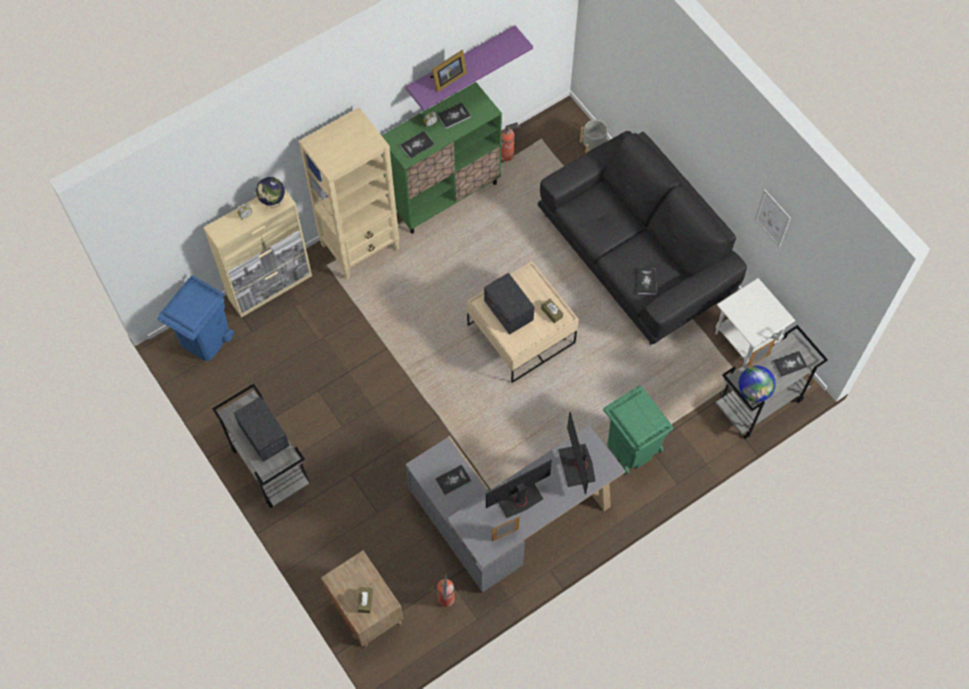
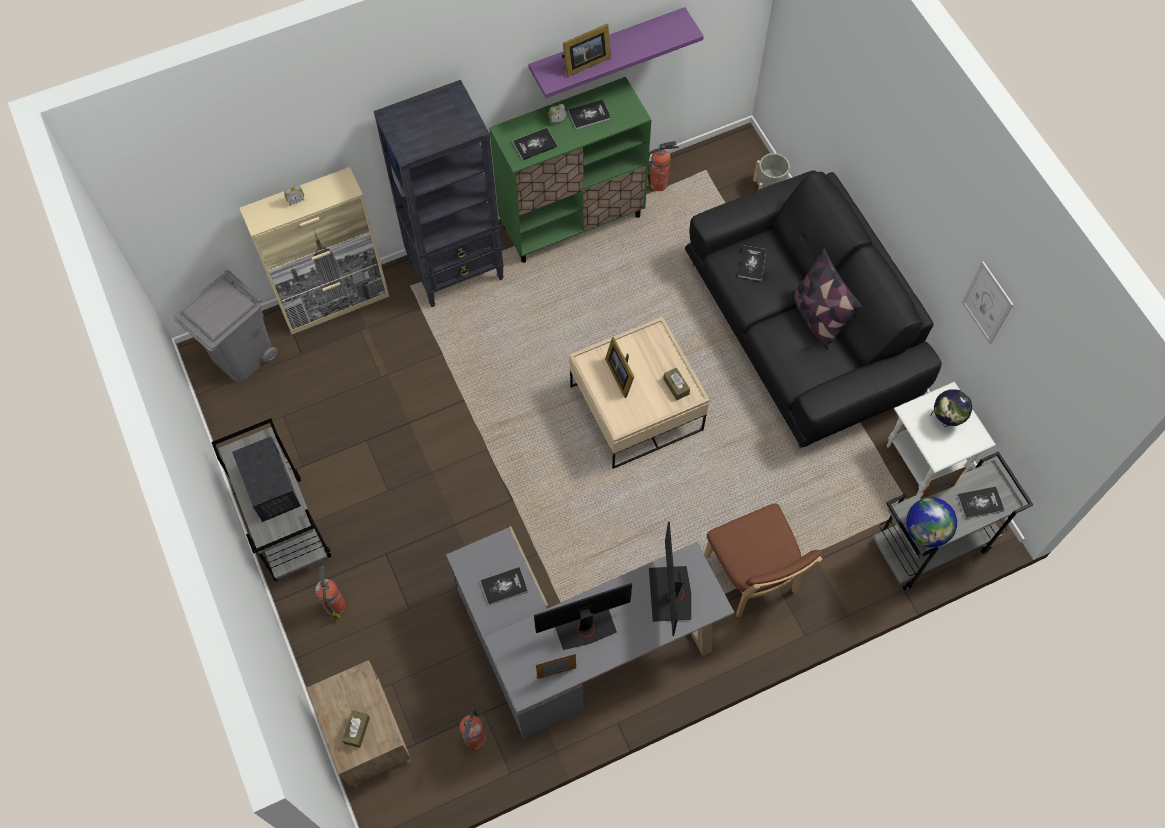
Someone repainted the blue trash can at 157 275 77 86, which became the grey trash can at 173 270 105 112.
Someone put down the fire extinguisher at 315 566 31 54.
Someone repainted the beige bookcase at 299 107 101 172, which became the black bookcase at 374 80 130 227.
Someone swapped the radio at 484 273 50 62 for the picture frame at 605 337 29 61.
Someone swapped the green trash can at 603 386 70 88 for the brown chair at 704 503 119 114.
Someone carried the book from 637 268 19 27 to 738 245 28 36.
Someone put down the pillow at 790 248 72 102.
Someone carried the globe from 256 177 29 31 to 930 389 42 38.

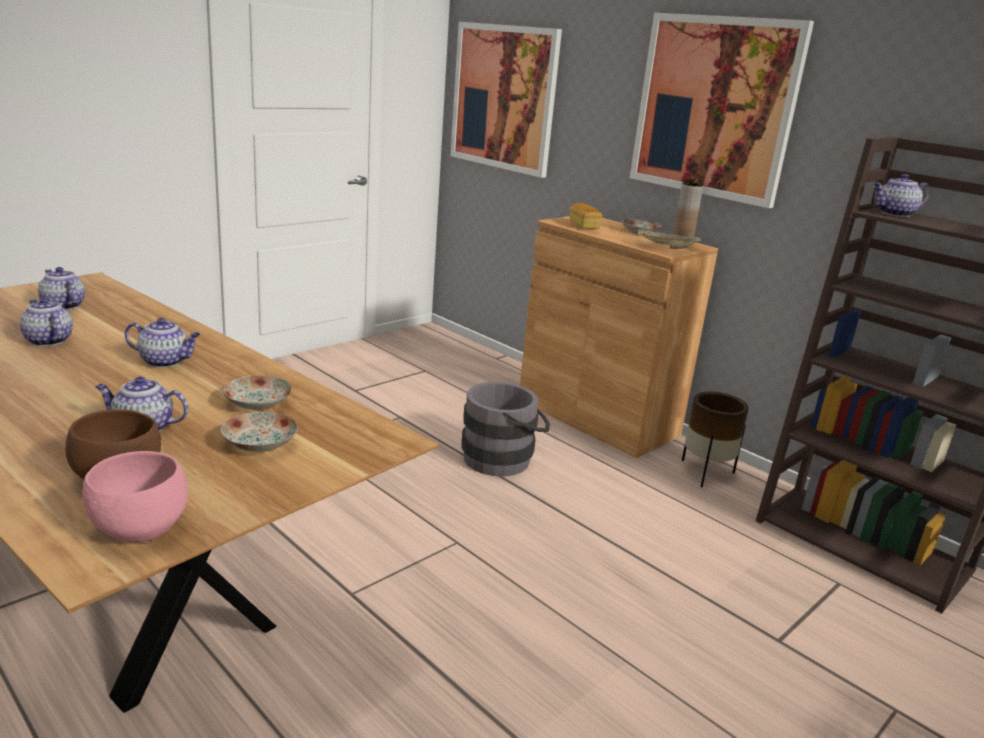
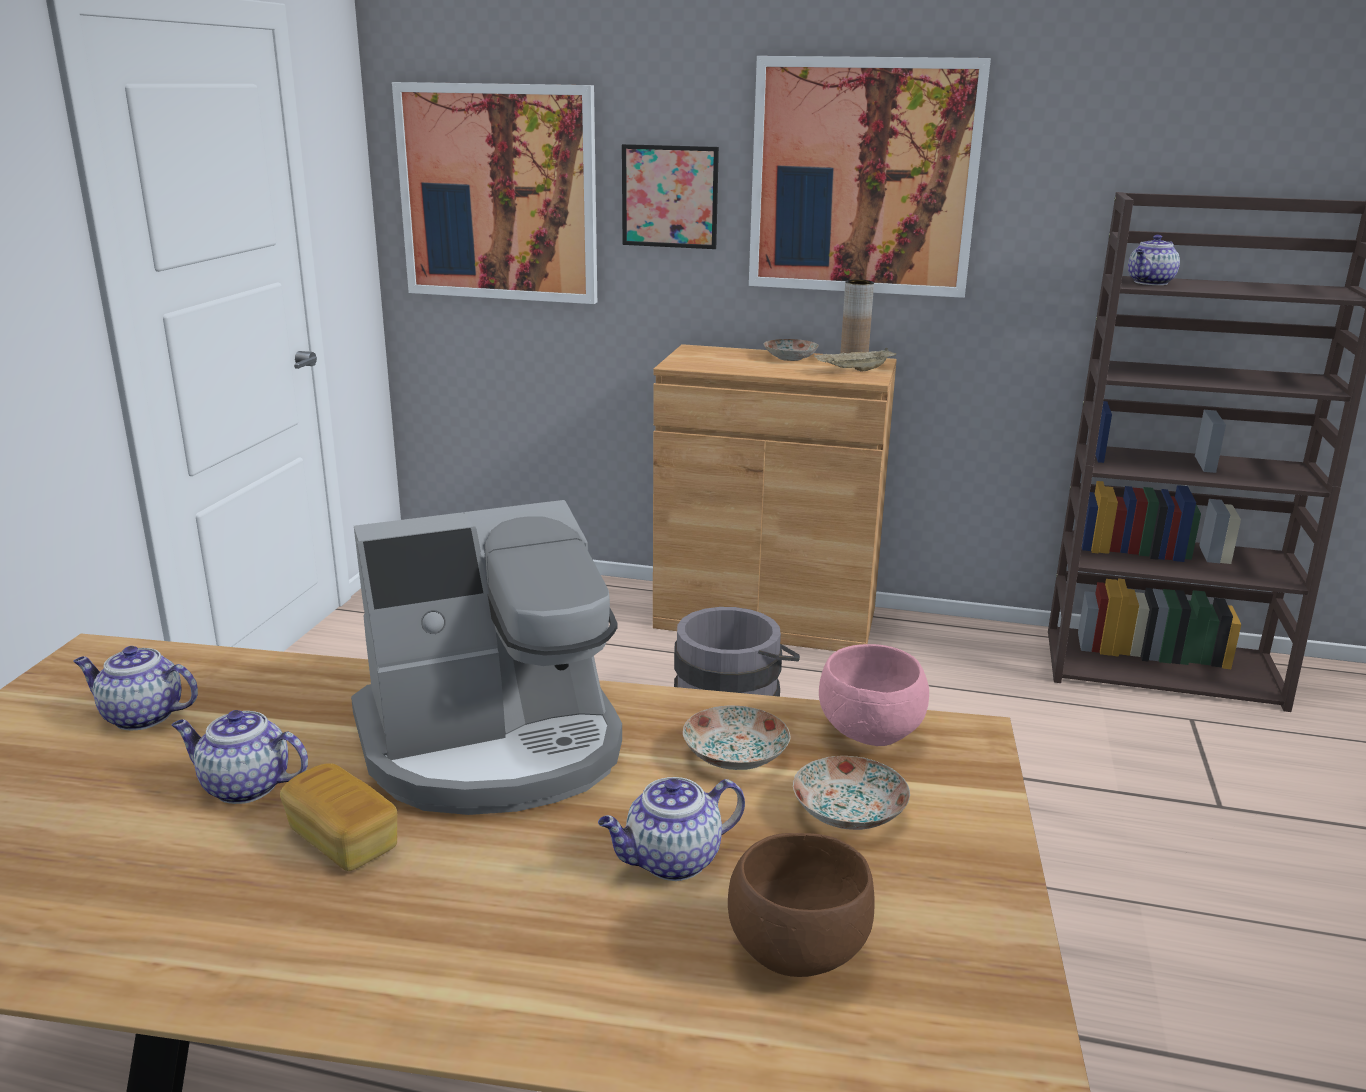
Someone carried the bread from 570 203 32 26 to 280 763 117 108.
Someone swapped the teapot at 125 318 75 50 for the coffee machine at 351 500 271 315.
Someone put up the picture at 622 144 97 105.
Someone carried the pink bowl from 83 451 105 91 to 819 644 110 102.
Someone took away the brown planter at 682 391 67 96.

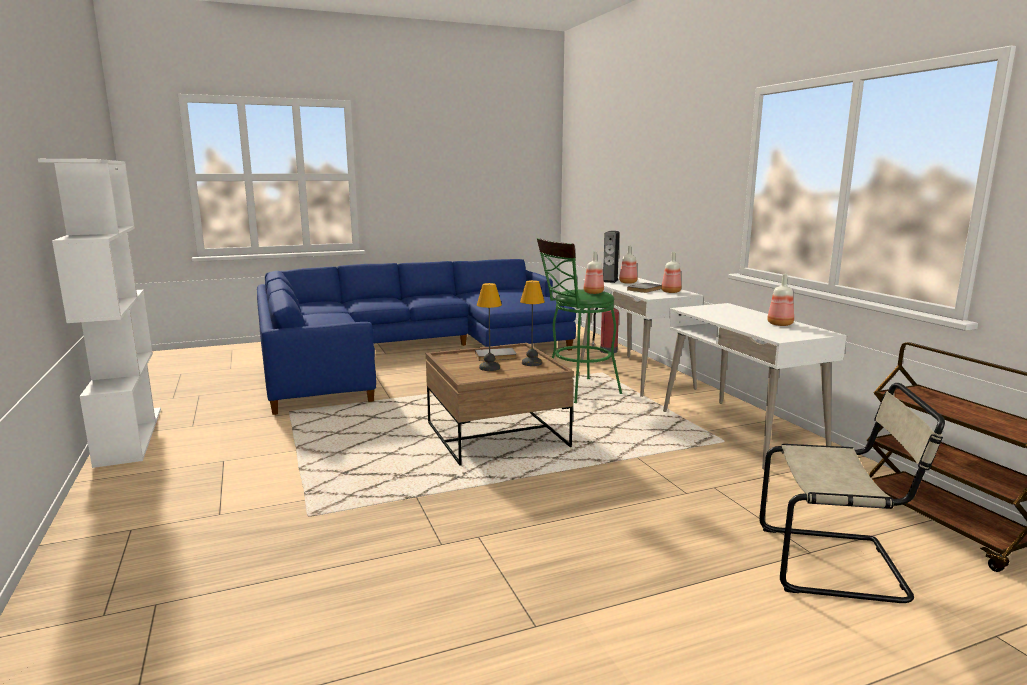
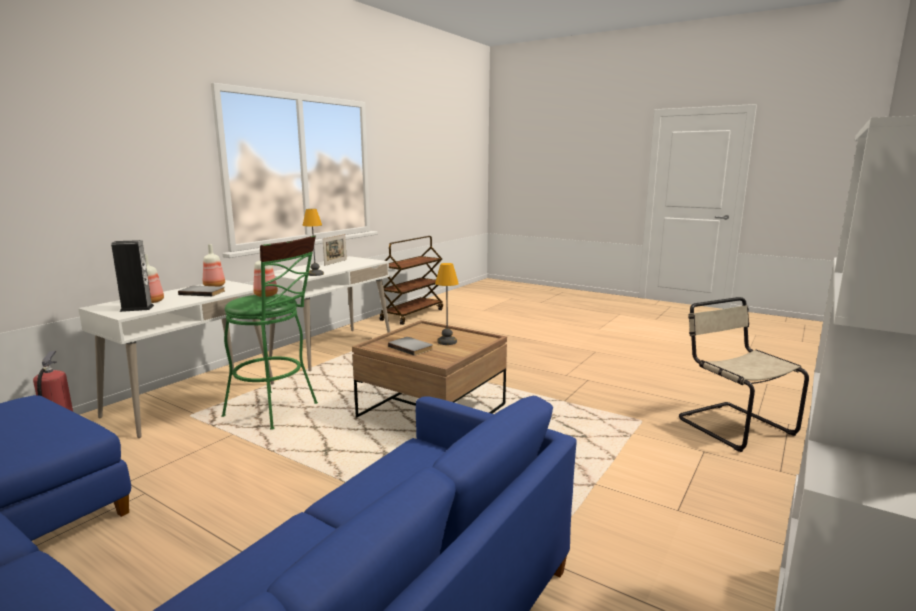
Someone carried the table lamp from 520 280 25 86 to 302 209 22 67.
Someone swapped the bottle at 767 274 27 52 for the picture frame at 323 234 24 32.
Someone carried the beige chair from 759 383 186 220 to 679 297 130 155.

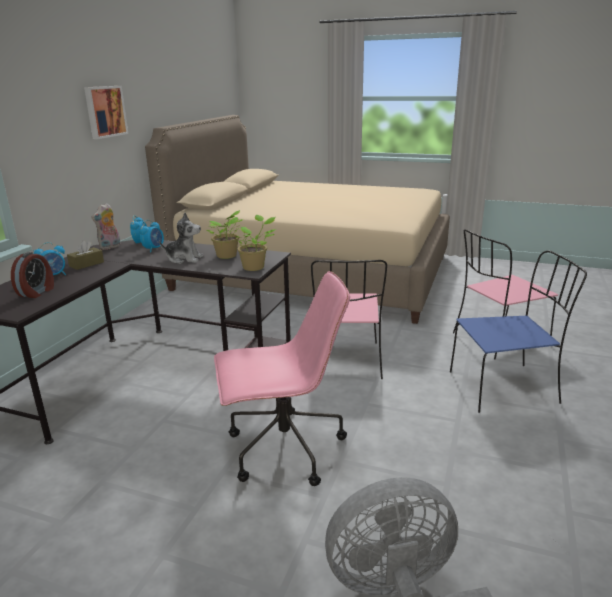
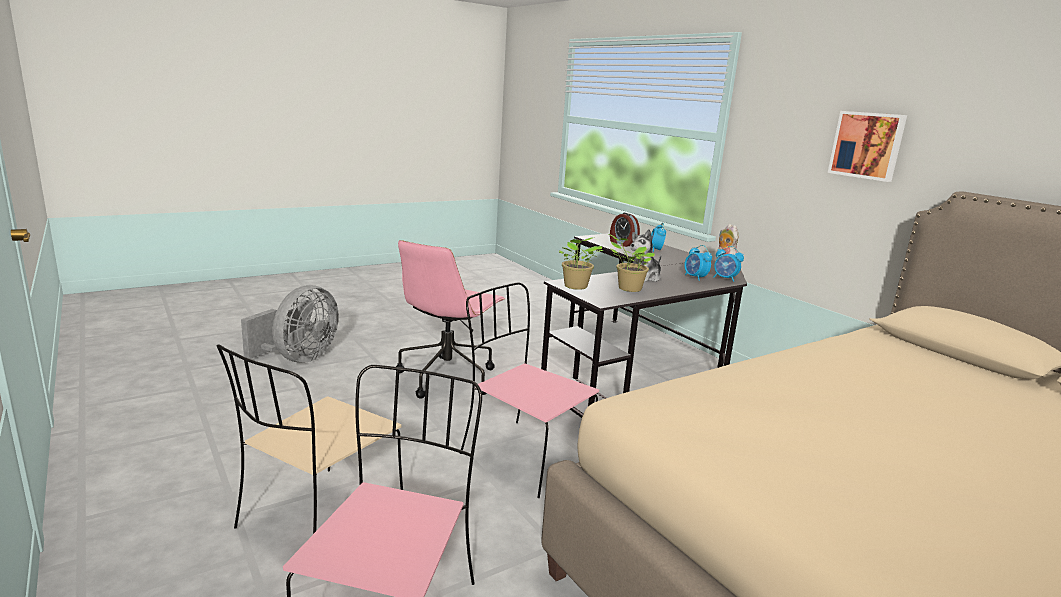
Someone repainted the blue chair at 450 250 137 163, which became the beige chair at 217 344 186 190.
Someone took away the brown tissue box at 67 240 37 30.

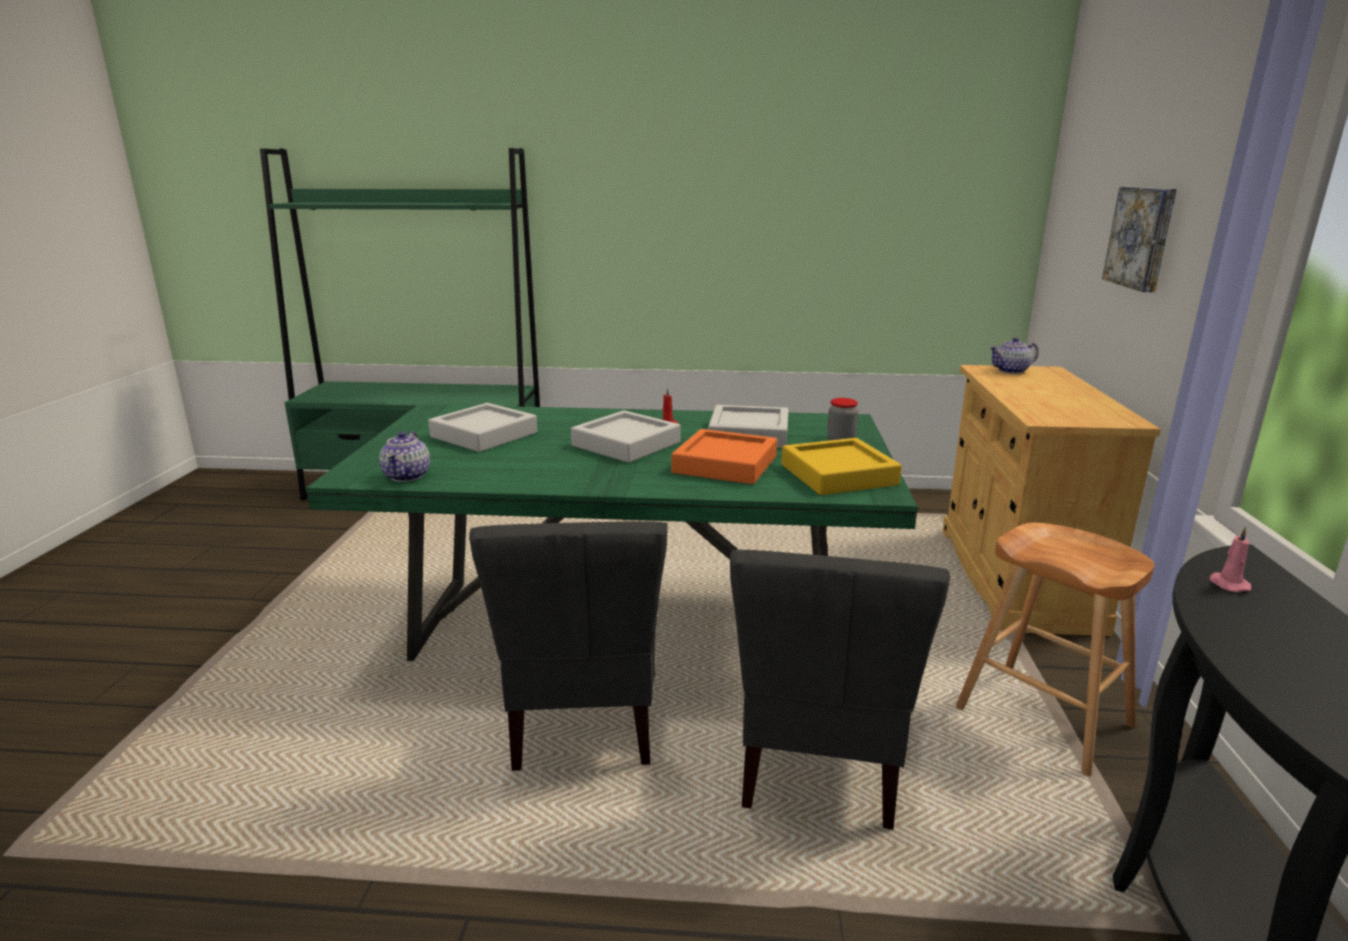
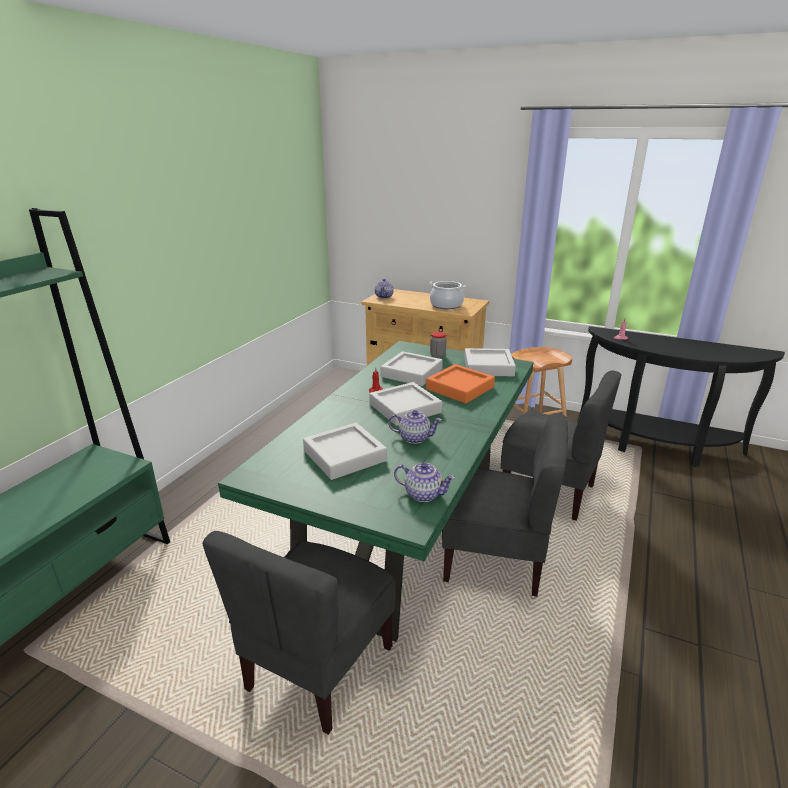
Someone put down the grey chair at 202 531 194 204.
Someone put down the teapot at 388 410 54 34.
Someone put down the cooking pot at 430 281 36 28.
Someone repainted the yellow tray at 781 438 121 57, which became the grey tray at 464 348 52 28.
Someone took away the picture at 1102 186 75 106.

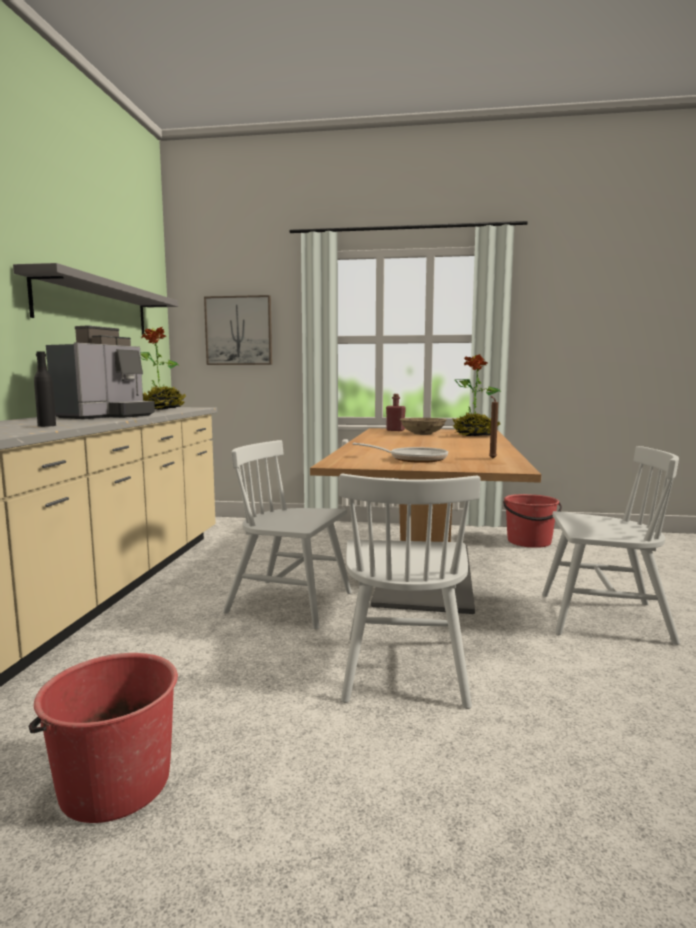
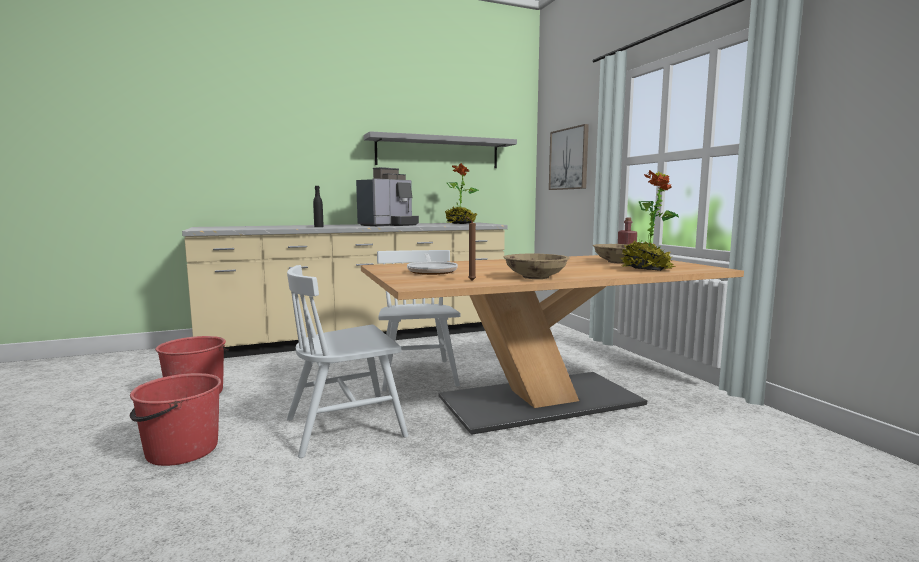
Someone carried the red bucket from 503 494 59 54 to 130 373 91 93.
Someone rotated the coffee machine at 46 326 109 93 by 45 degrees counterclockwise.
Someone put down the beige bowl at 503 254 67 25.
Someone took away the white chair at 542 446 138 199.

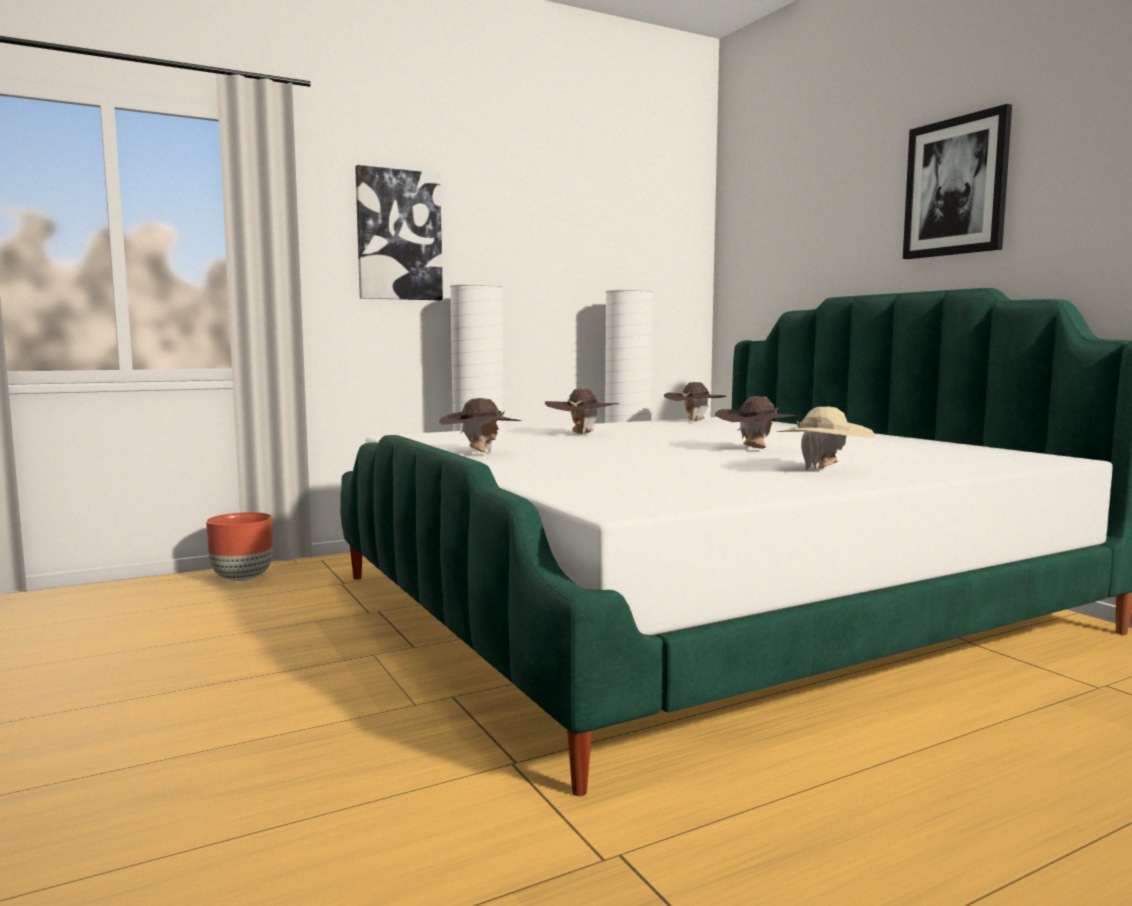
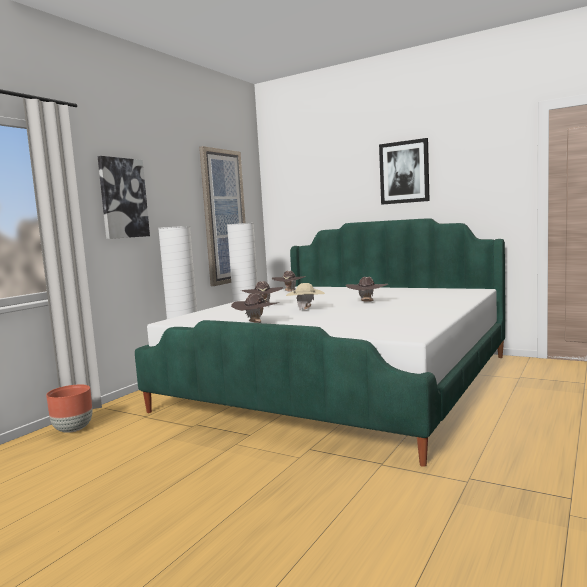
Someone put up the picture at 199 146 47 140.
Someone carried the beige hat from 776 407 99 63 to 286 283 39 27.

